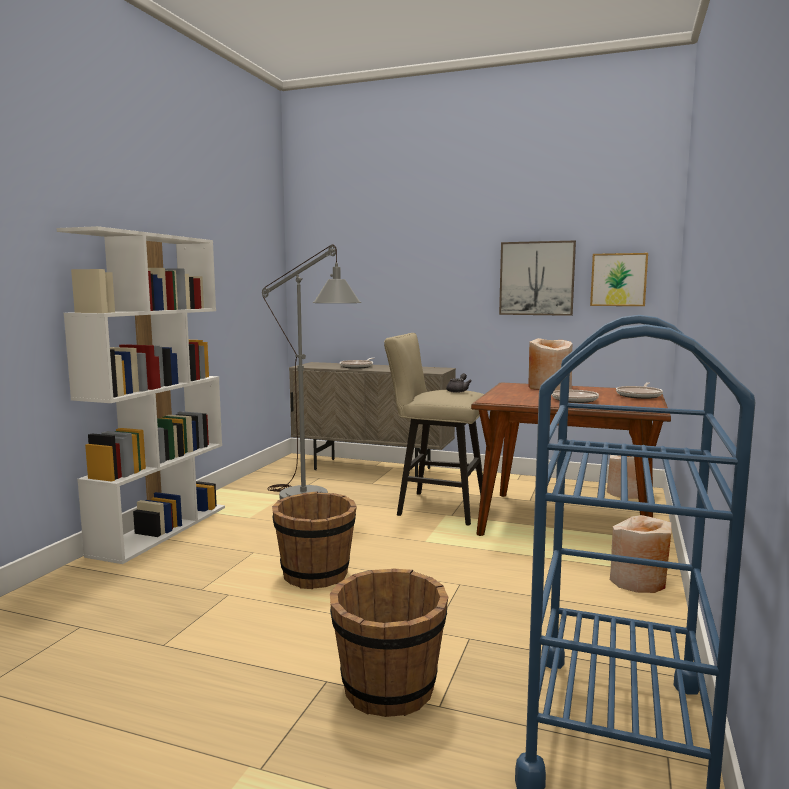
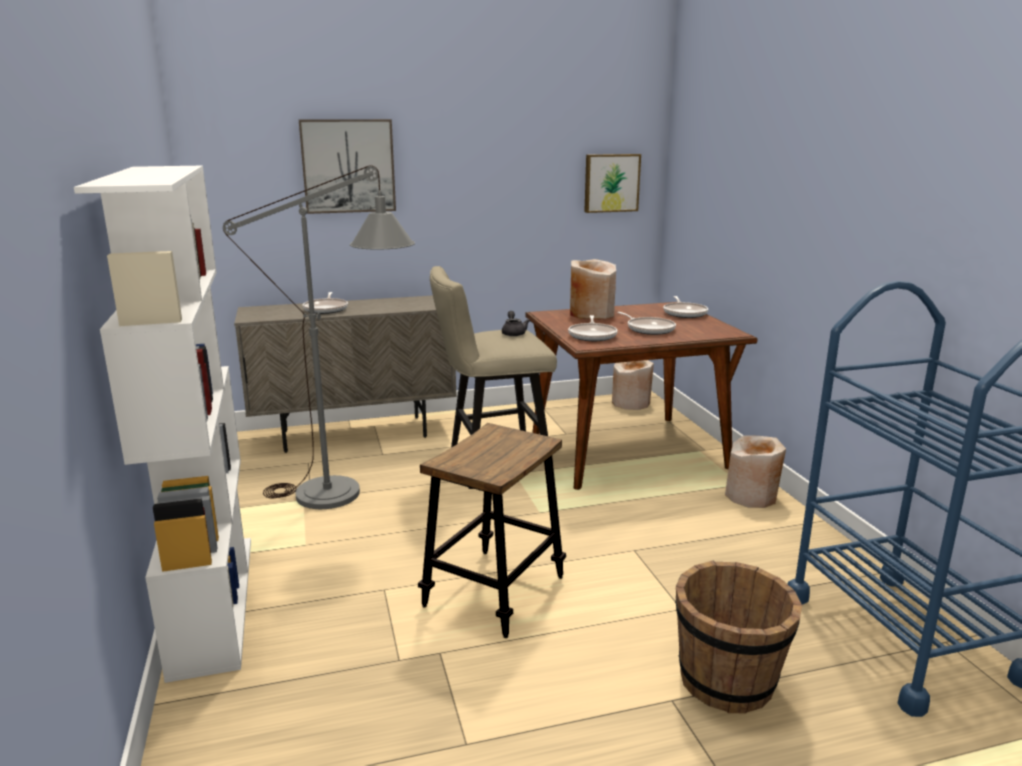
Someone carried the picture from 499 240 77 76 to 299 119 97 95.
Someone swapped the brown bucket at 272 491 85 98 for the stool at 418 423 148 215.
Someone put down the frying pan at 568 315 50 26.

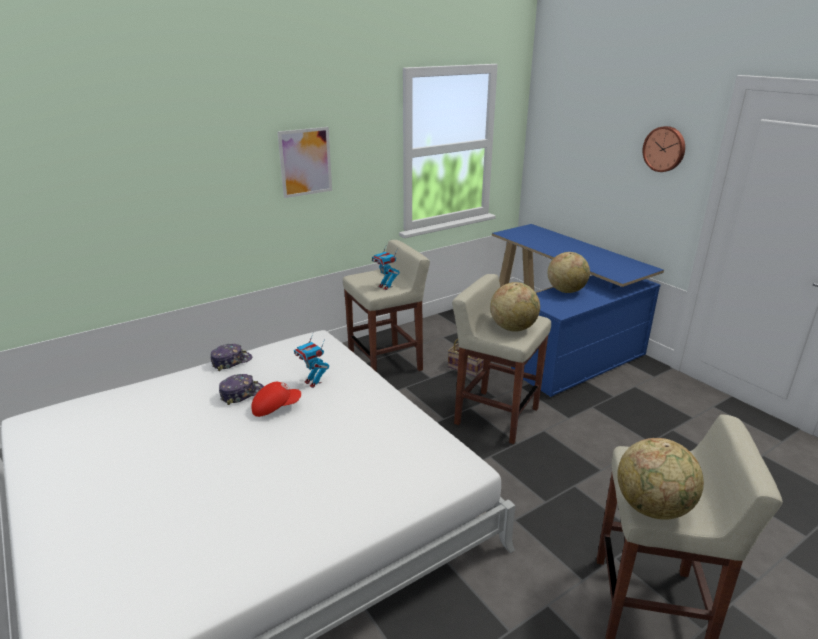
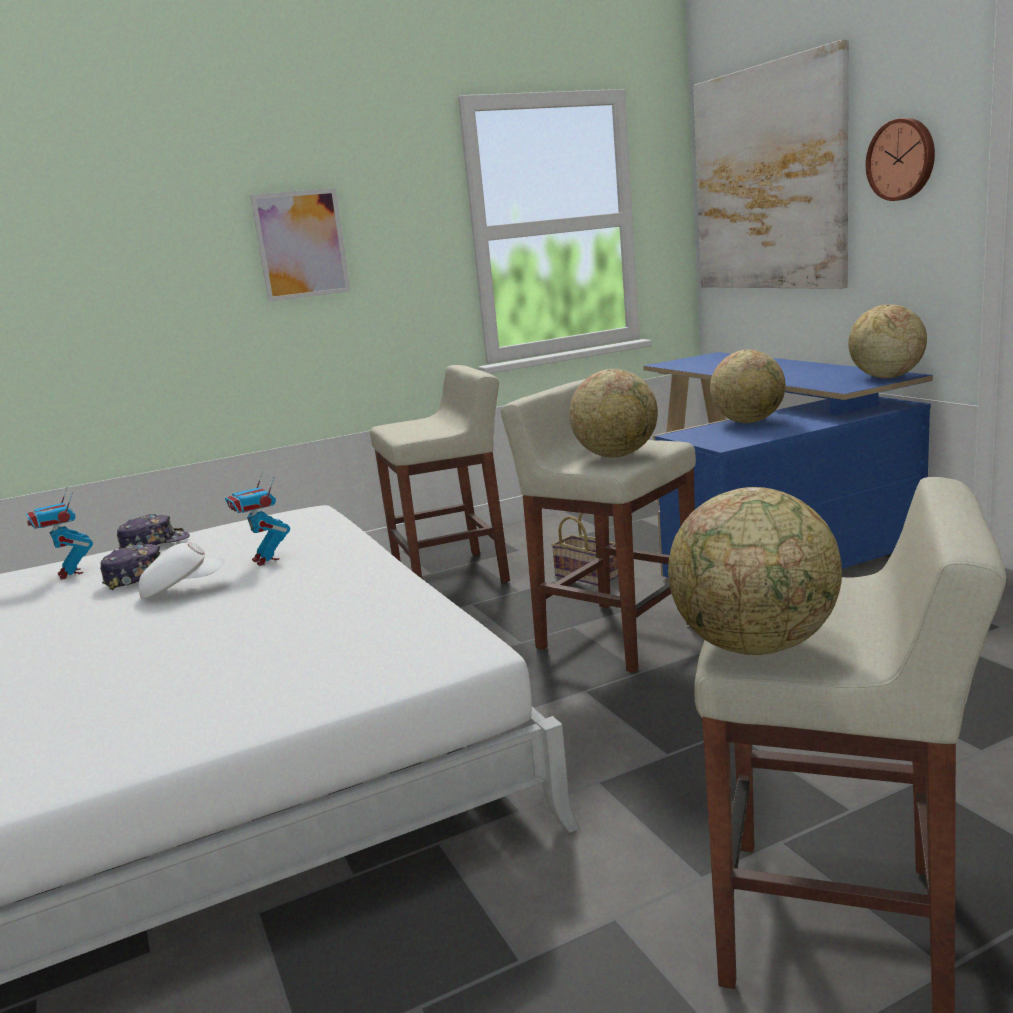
Someone carried the toy robot from 372 244 27 46 to 26 487 67 93.
Someone repainted the red cap at 252 382 49 35, which became the white cap at 139 543 86 56.
Someone put up the picture at 693 39 156 250.
Someone put down the globe at 848 304 79 74.

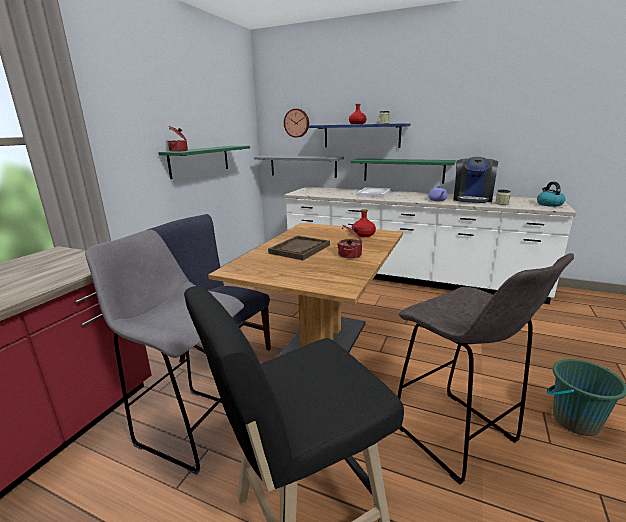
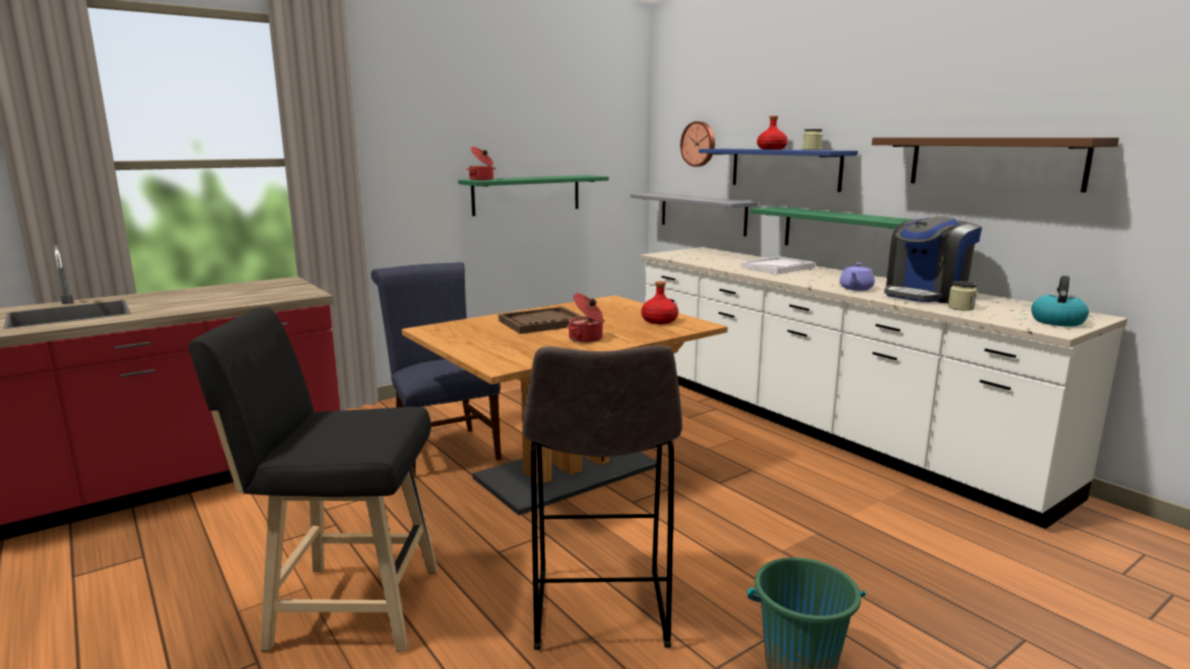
Someone put up the brown shelf at 872 138 247 54.
Someone took away the grey stool at 85 229 159 246.

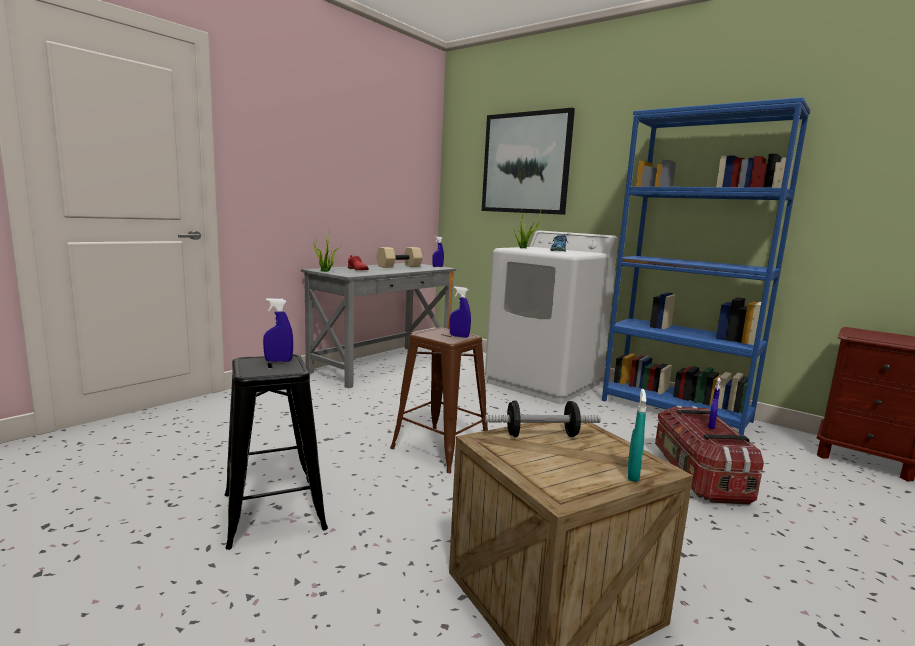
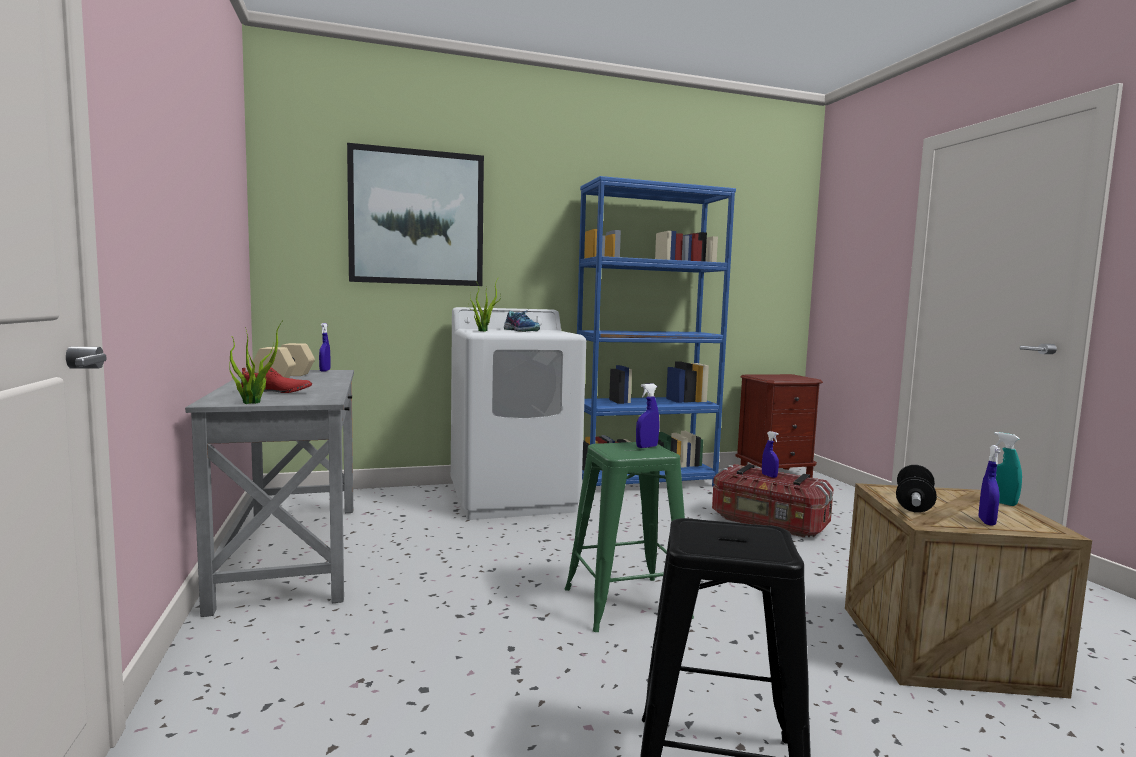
Someone repainted the brown stool at 390 328 98 145, which became the green stool at 565 442 129 190.
Someone carried the blue spray bottle from 263 298 30 64 to 978 445 23 81.

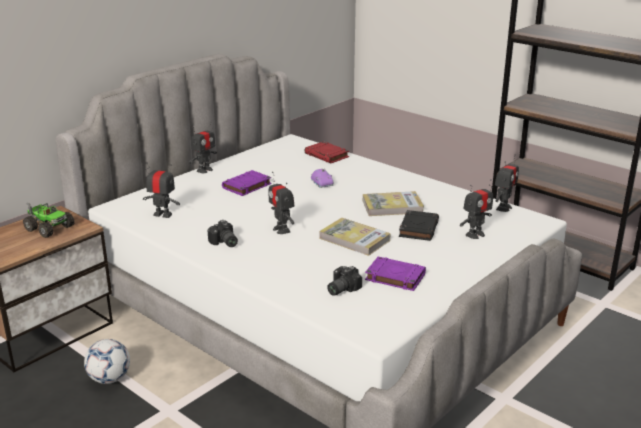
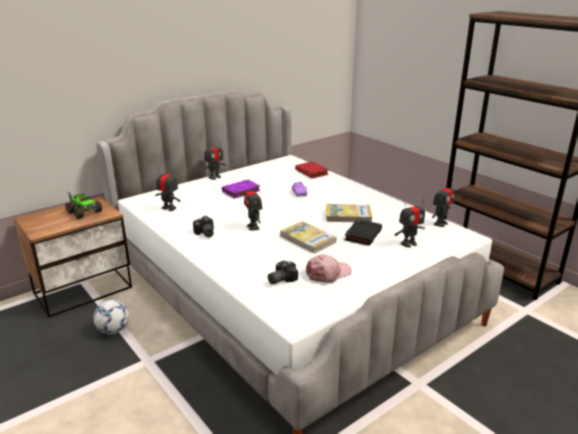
Someone swapped the purple book at 365 257 61 34 for the pink cap at 305 254 47 29.

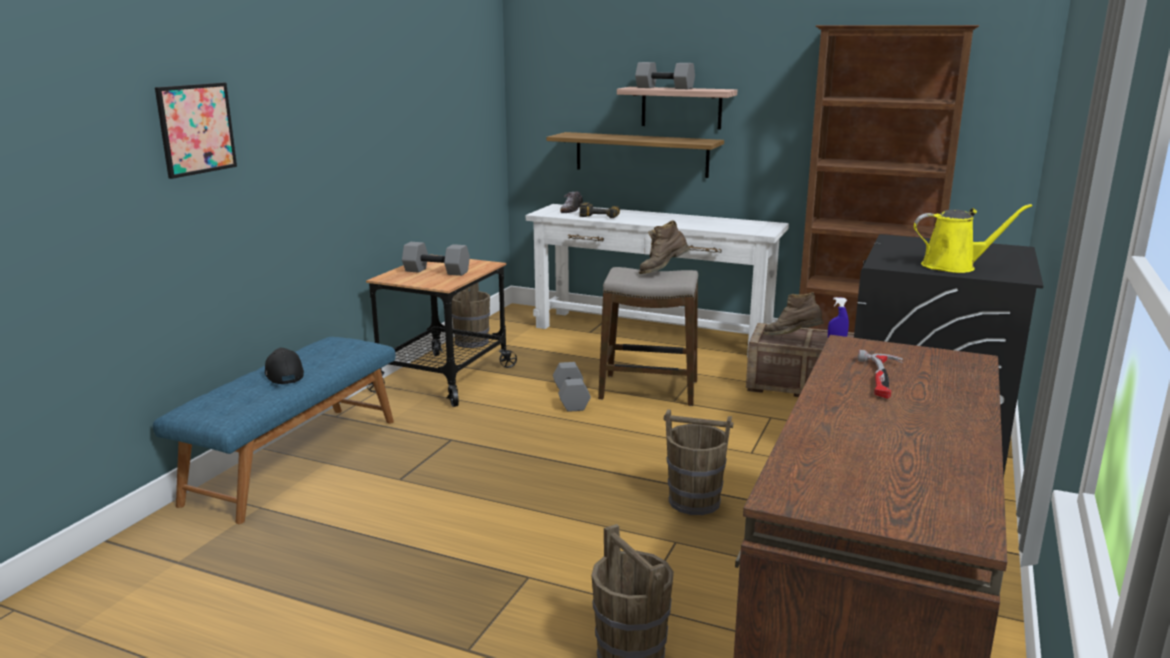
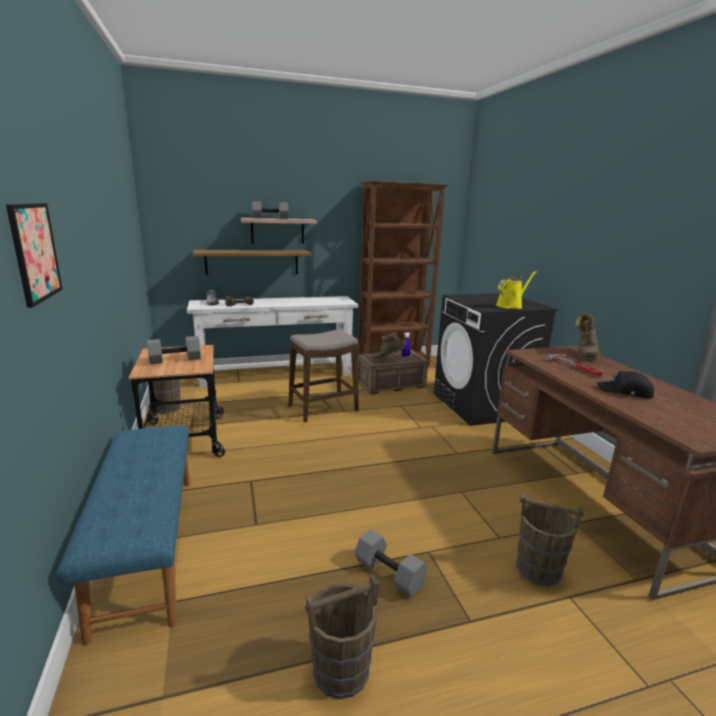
Someone carried the brown bucket from 664 409 69 106 to 305 574 74 125.
Someone carried the grey dumbbell from 553 362 38 50 to 354 529 74 69.
Someone carried the brown boot from 639 220 51 54 to 575 313 25 48.
Someone carried the black cap from 265 348 39 36 to 597 371 57 28.

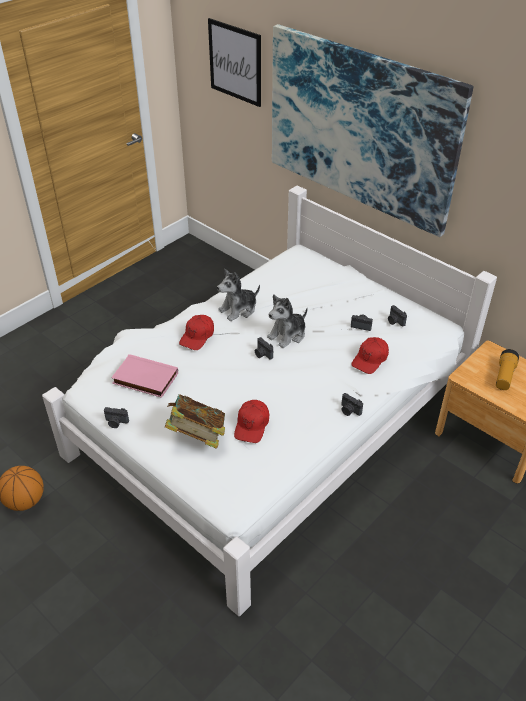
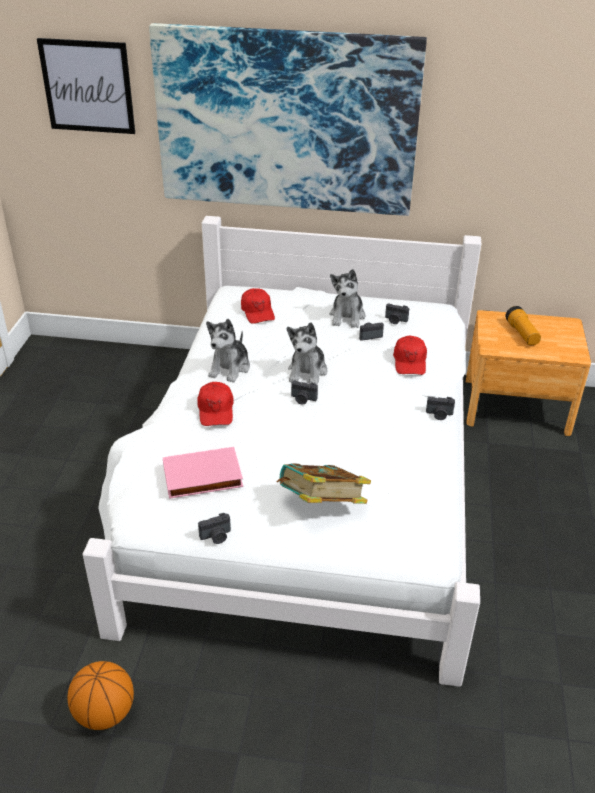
Someone carried the red cap from 234 400 35 43 to 241 288 34 36.
Someone put down the plush toy at 330 269 35 59.

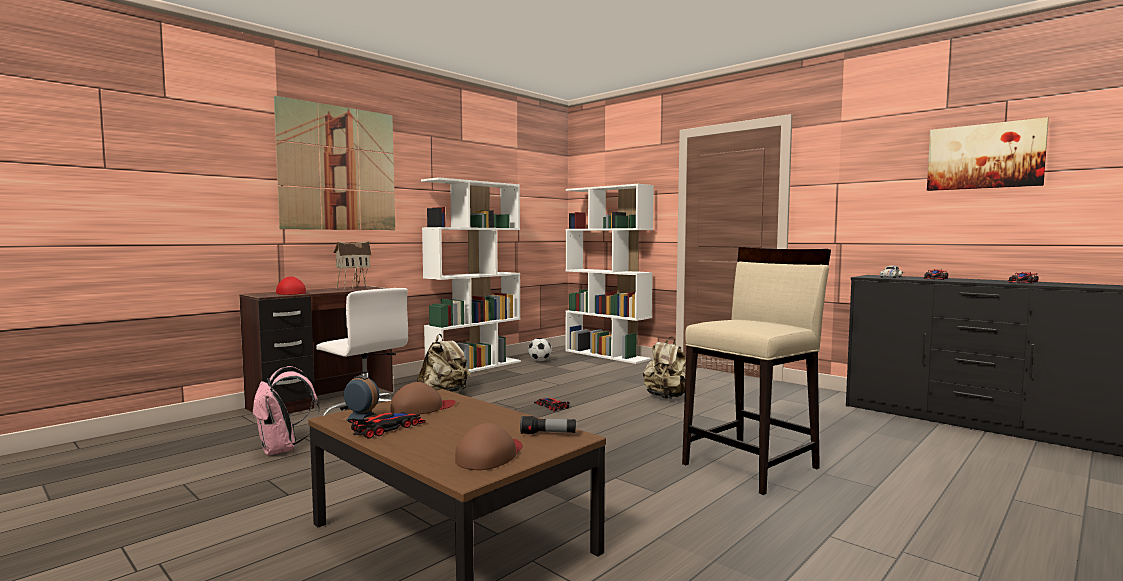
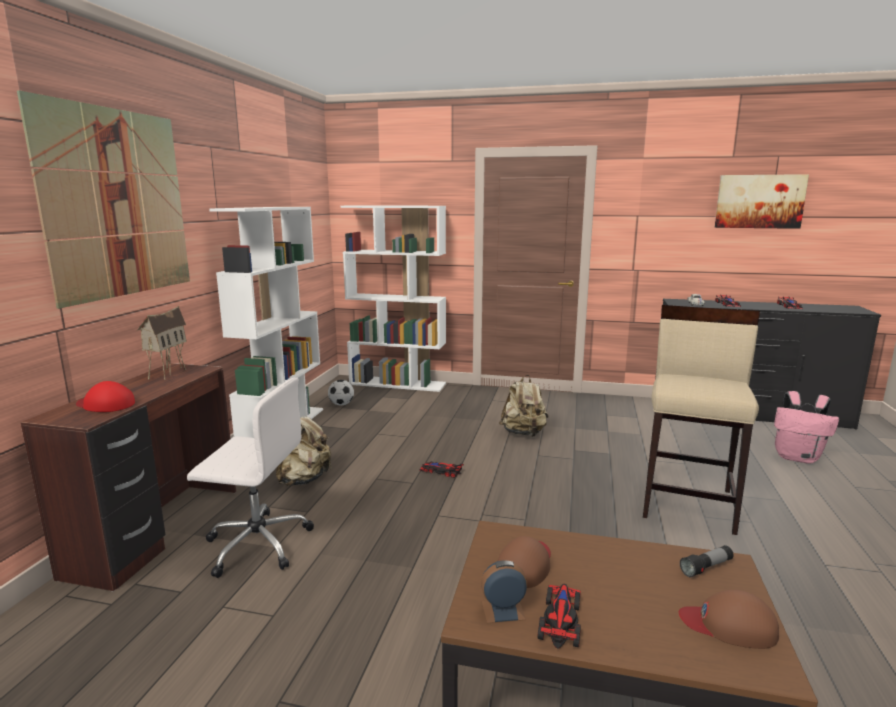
Someone rotated the brown cap at 455 423 68 47 by 75 degrees counterclockwise.
Someone carried the pink backpack from 252 366 67 89 to 774 391 65 73.

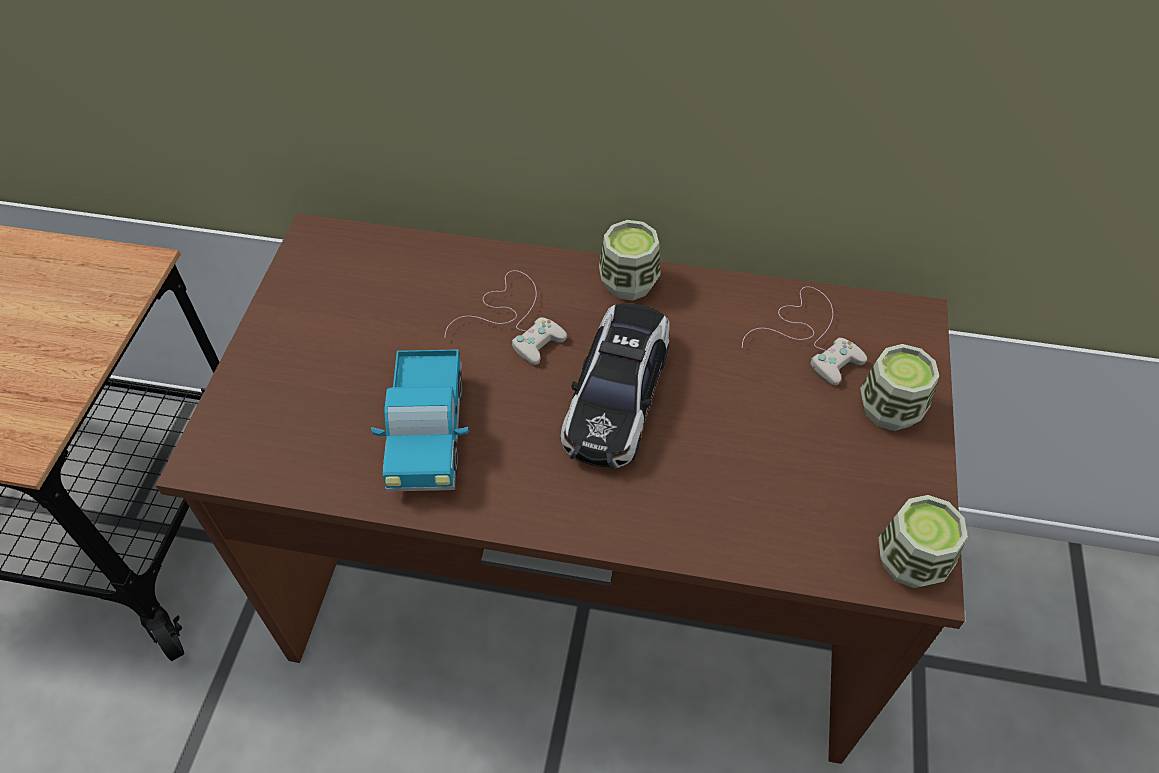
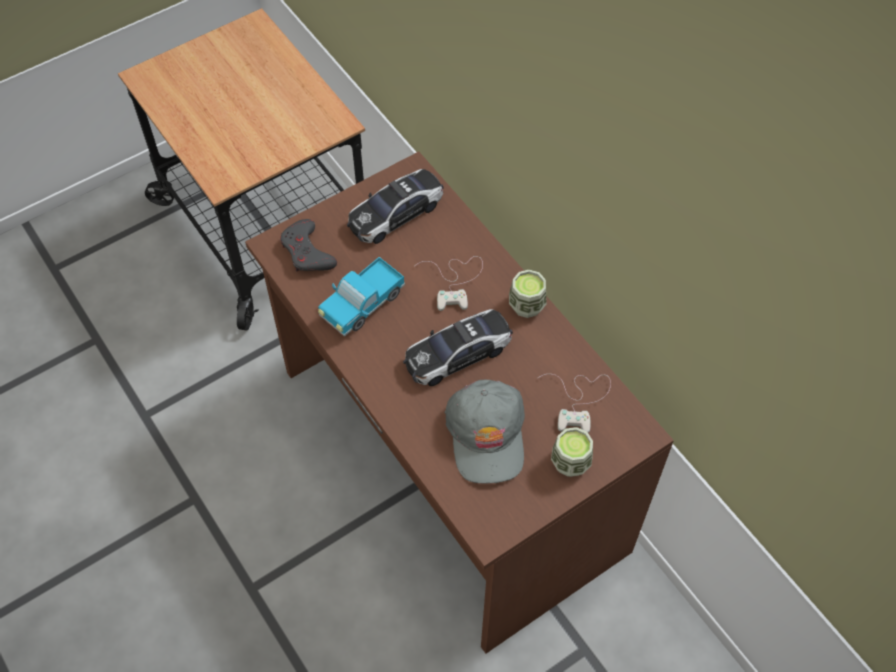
Someone put down the grey game controller at 280 219 57 52.
Someone put down the toy car at 347 169 97 75.
Someone put down the grey cap at 444 380 81 104.
Someone took away the cup at 878 495 90 93.

